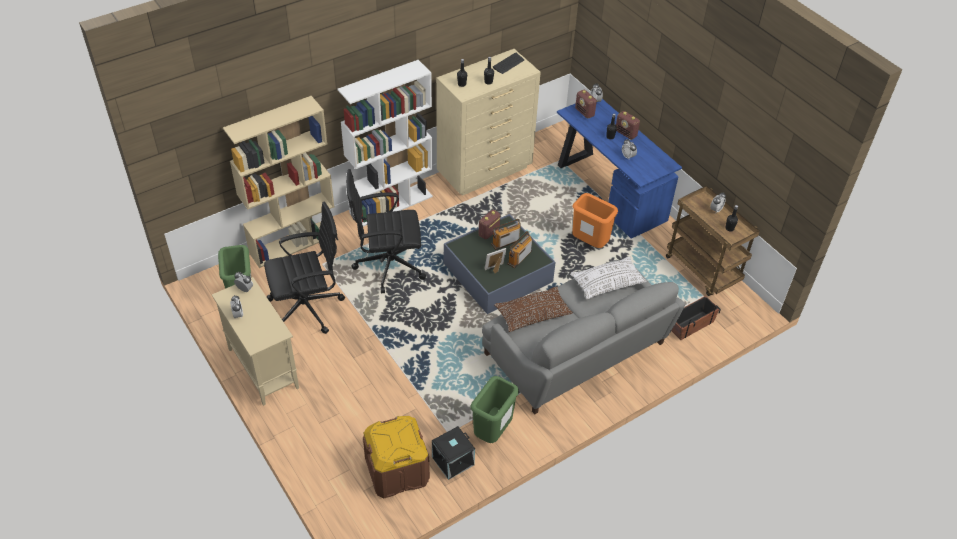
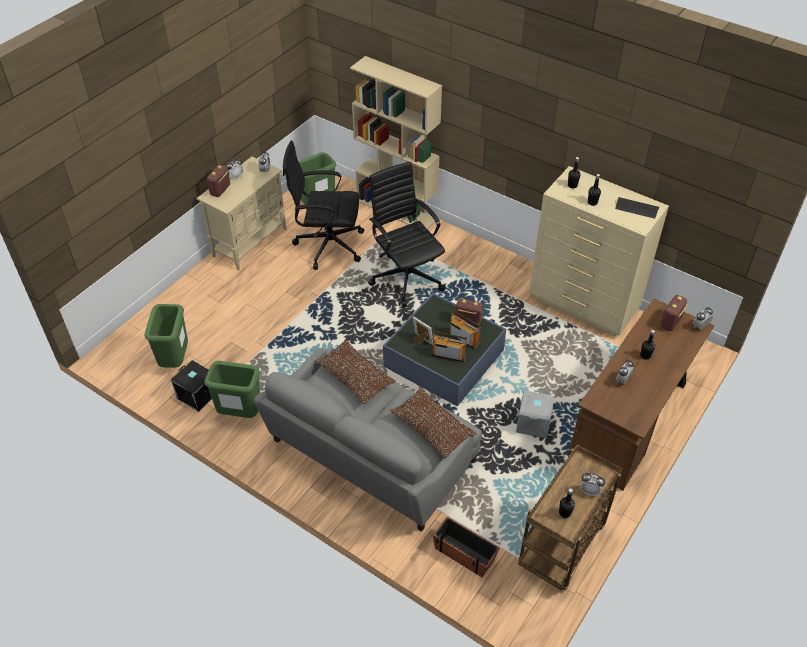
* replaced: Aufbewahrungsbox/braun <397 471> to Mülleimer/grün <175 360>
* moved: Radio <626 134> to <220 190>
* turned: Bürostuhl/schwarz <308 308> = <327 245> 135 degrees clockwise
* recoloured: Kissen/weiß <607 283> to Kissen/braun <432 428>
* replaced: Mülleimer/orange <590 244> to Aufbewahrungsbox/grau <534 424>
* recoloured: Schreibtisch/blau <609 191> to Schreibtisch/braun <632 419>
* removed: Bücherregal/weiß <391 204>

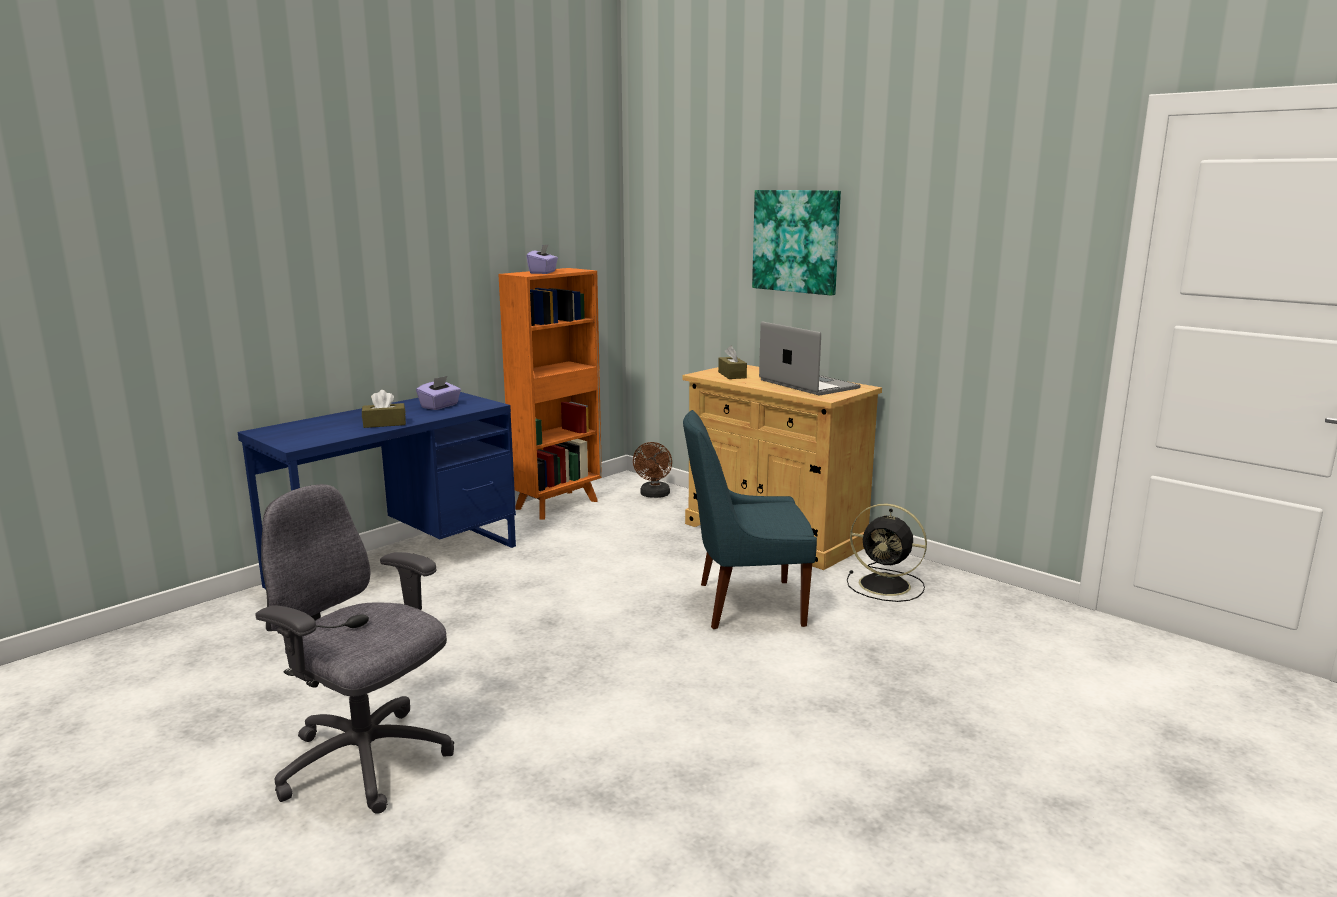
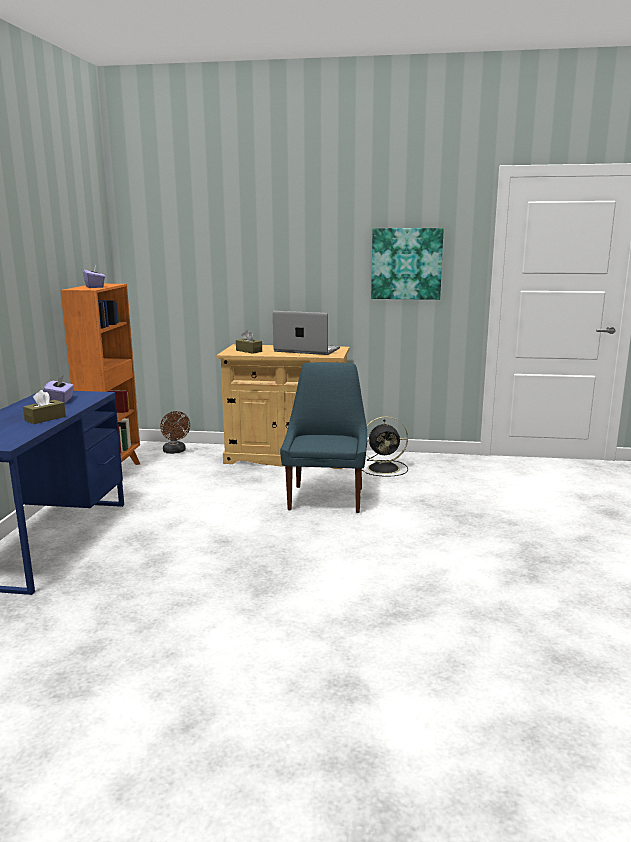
* turned: Stuhl/blau <745 604> = <326 497> 135 degrees clockwise
* moved: Bild <796 241> to <406 263>
* removed: Bürostuhl/grau <366 763>

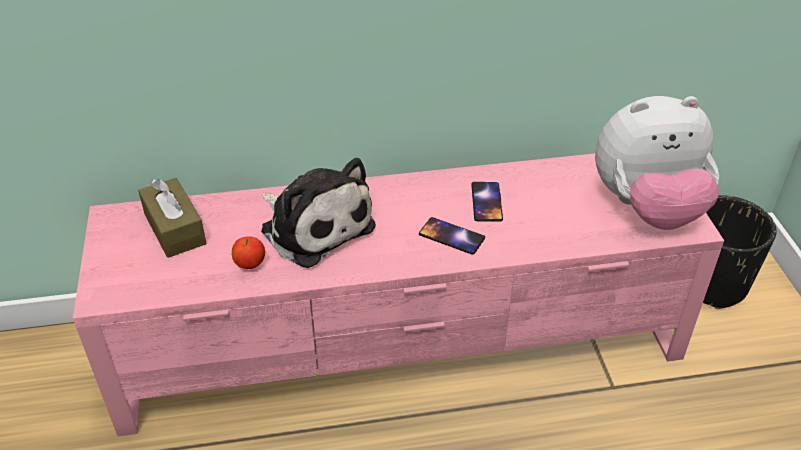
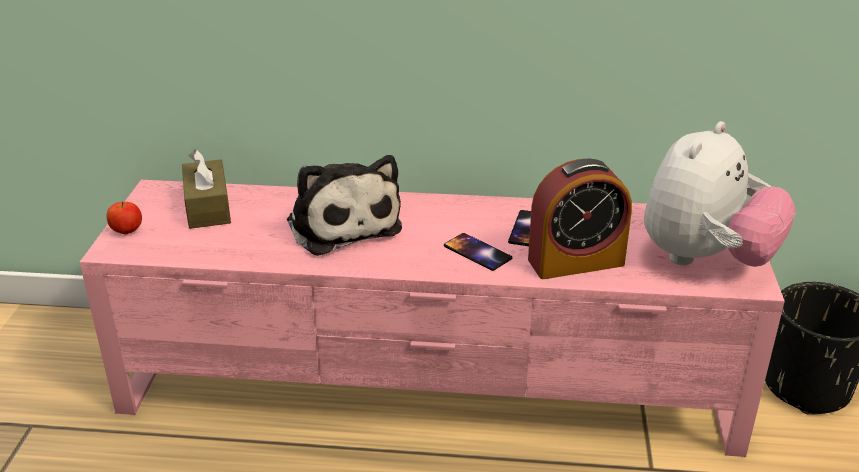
* moved: Apfel <250 264> to <127 231>
* added: Wecker <576 262>
* turned: Plüschtier <647 208> = <705 259> 60 degrees counterclockwise

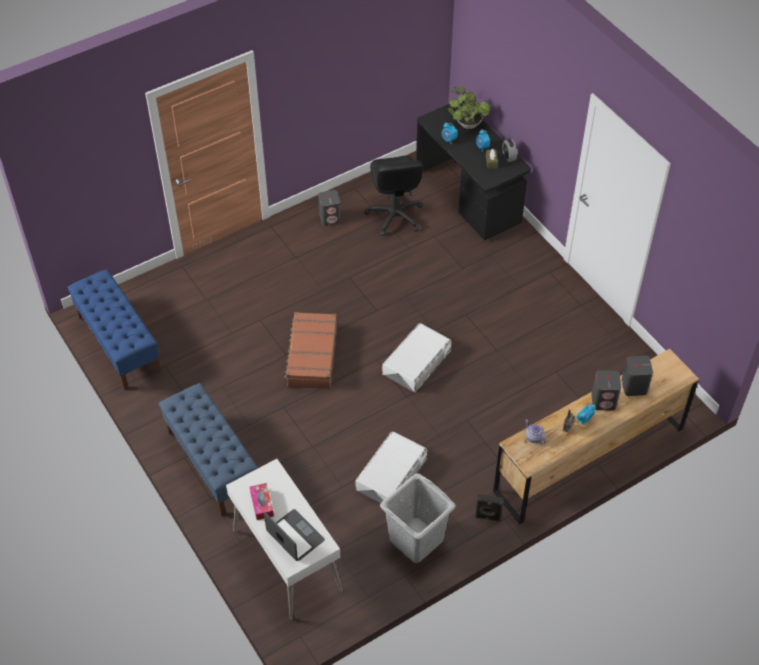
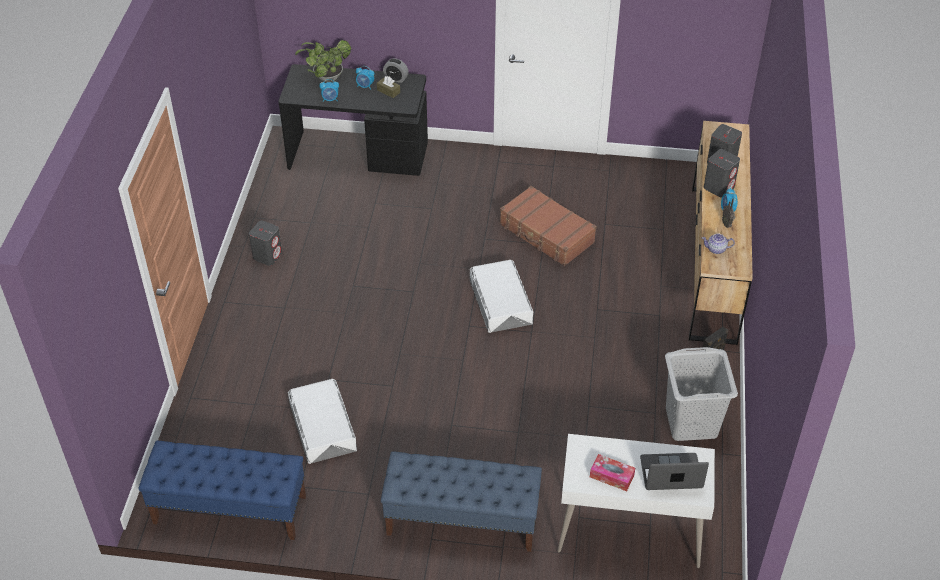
* moved: Aufbewahrungsbox/weiß <391 474> to <323 426>
* moved: Koffer/braun <311 356> to <546 234>
* removed: Bürostuhl/schwarz <394 216>

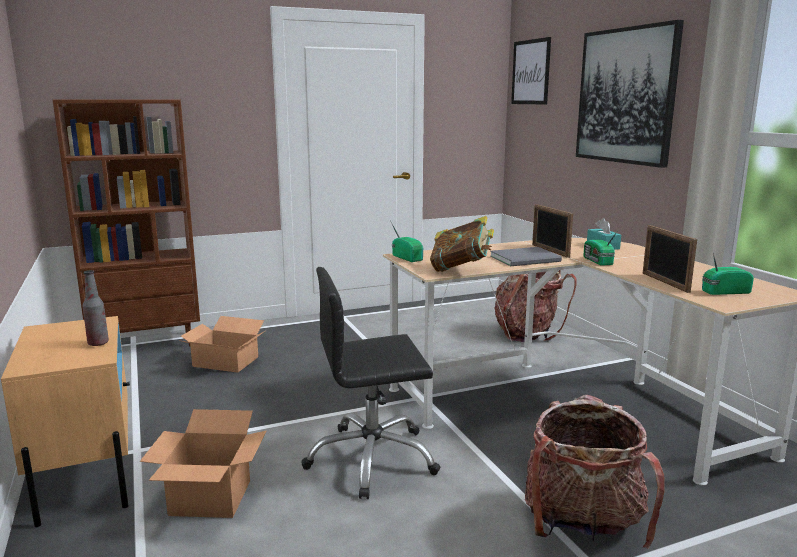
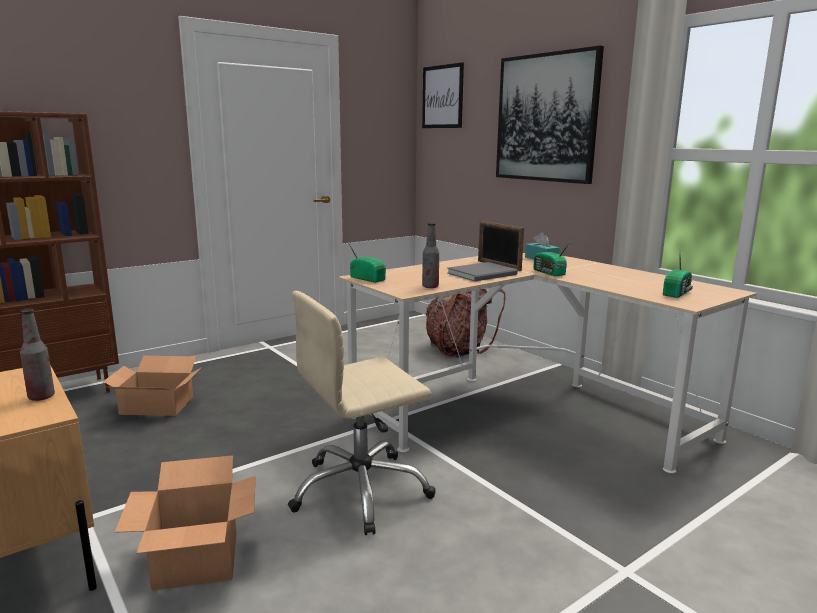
* recoloured: Bürostuhl/schwarz <372 459> to Bürostuhl/beige <361 491>
* replaced: Buch <461 269> to Flasche <430 287>
* turned: Radio <723 292> = <677 293> 150 degrees clockwise
* removed: Rucksack <582 525>
* removed: Bilderrahmen <664 282>

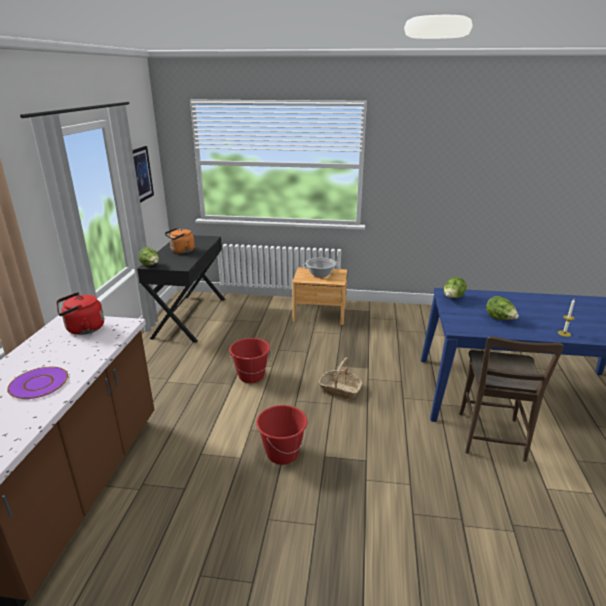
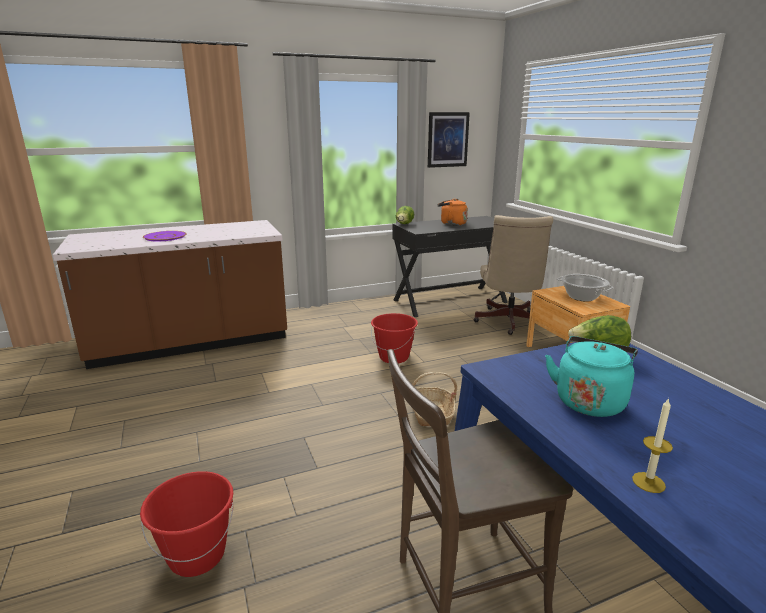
* moved: Eimer/rot <282 453> to <197 555>
* added: Bürostuhl/beige <509 323>
* replaced: Salatkopf <500 319> to Wasserkessel/türkis <589 401>
* removed: Wasserkessel/rot <83 329>

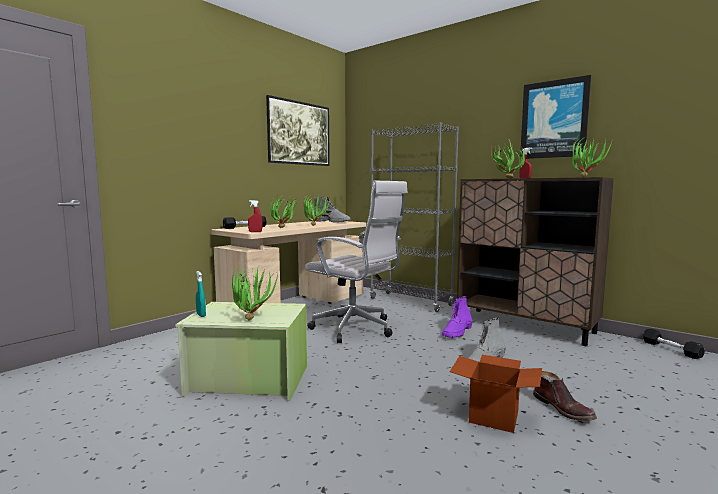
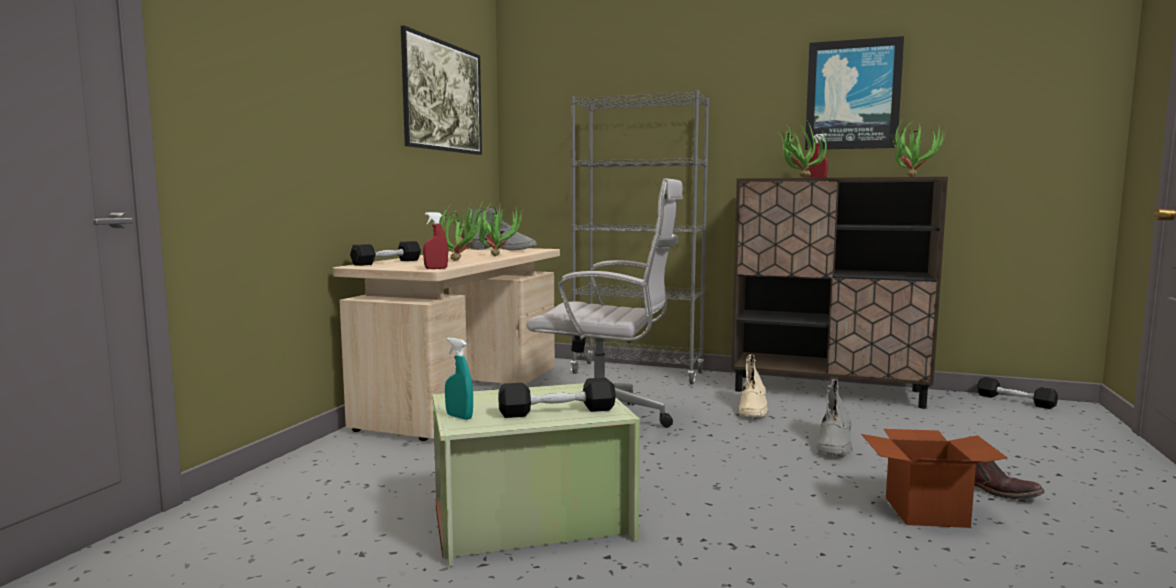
* replaced: Topfpflanze <252 318> to Hantel/schwarz <557 411>
* recoloured: Stiefel/lila <457 332> to Stiefel/beige <753 409>

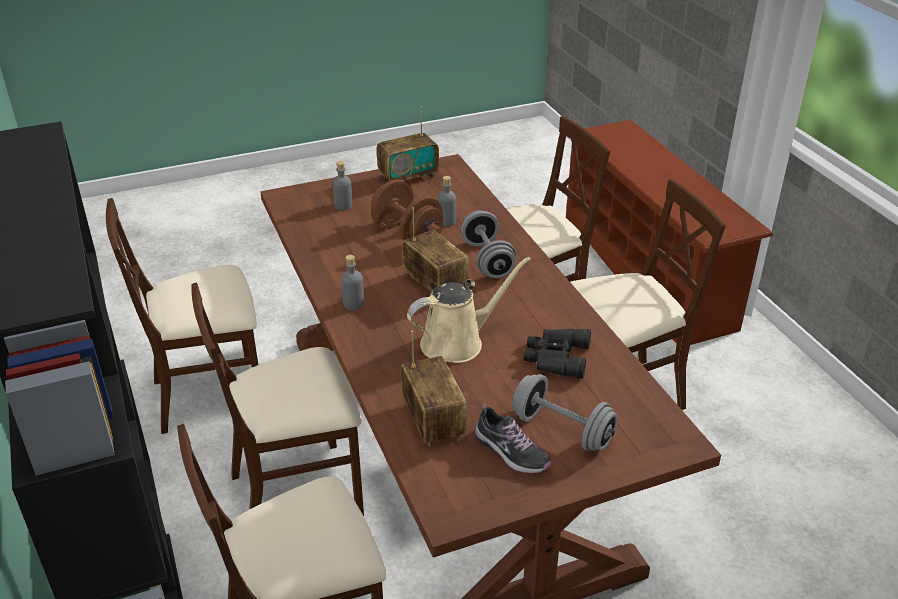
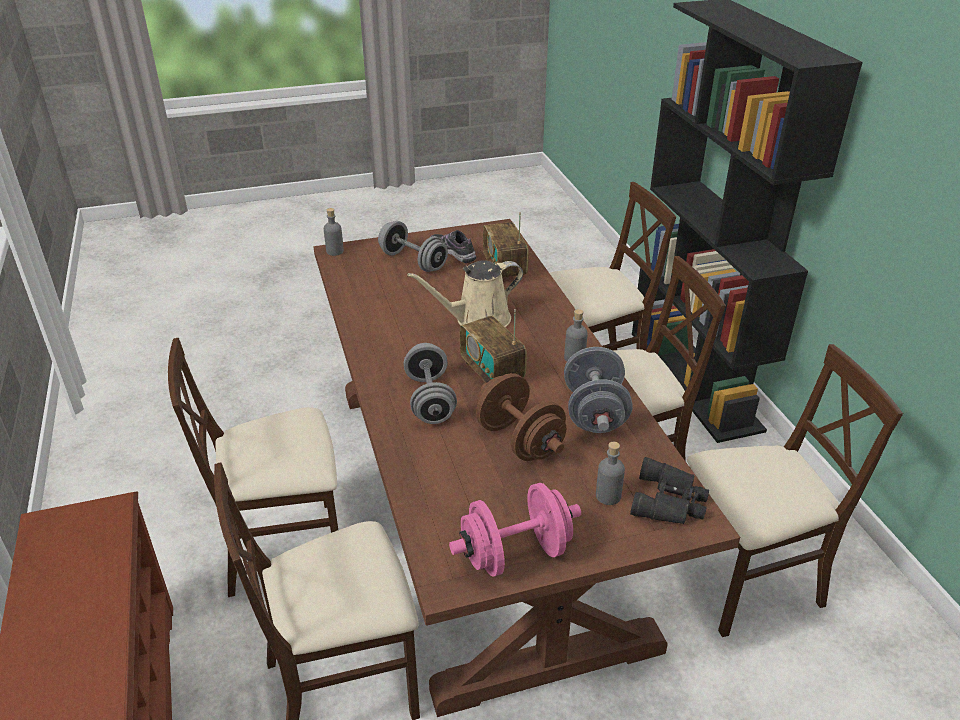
* moved: Flasche/grau <446 221> to <335 251>
* replaced: Radio <408 177> to Hantel/rosa <515 554>
* added: Hantel/grau <594 413>
* moved: Fernglas/schwarz <555 357> to <670 501>

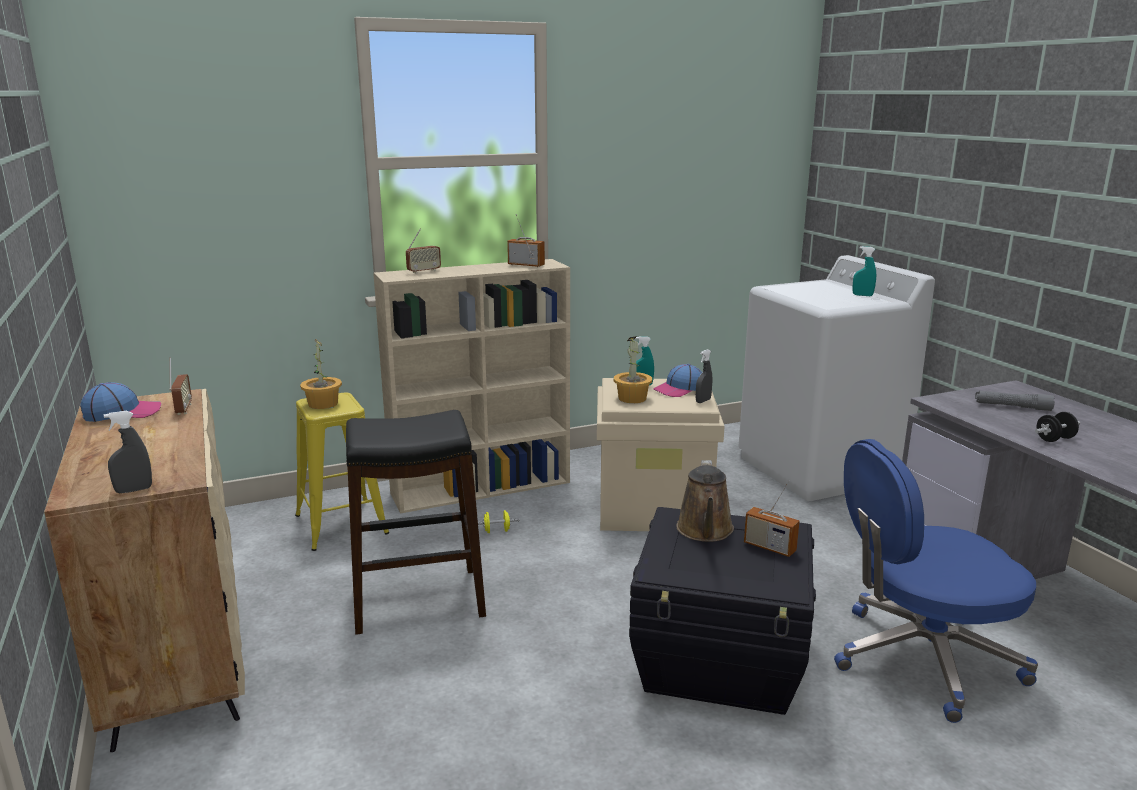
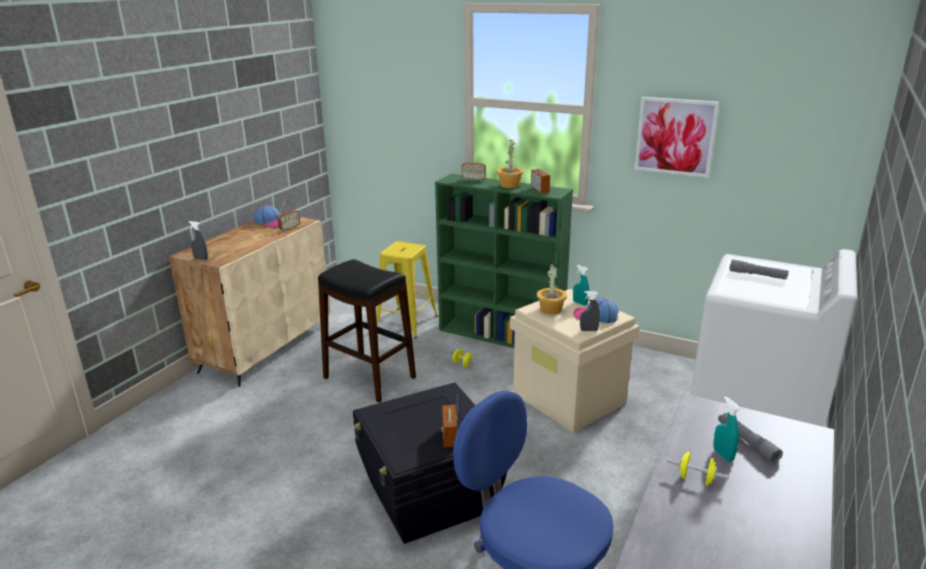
* recoloured: Bücherregal/beige <483 487> to Bücherregal/grün <501 336>
* moved: Topfpflanze <322 404> to <509 185>
* added: Bild <675 136>
* recoloured: Hantel/schwarz <1054 439> to Hantel/gelb <696 479>
* moved: Sprühflasche/türkis <862 295> to <723 455>
* added: Taschenlampe/grau <757 275>
* removed: Gießkanne/braun <705 531>

